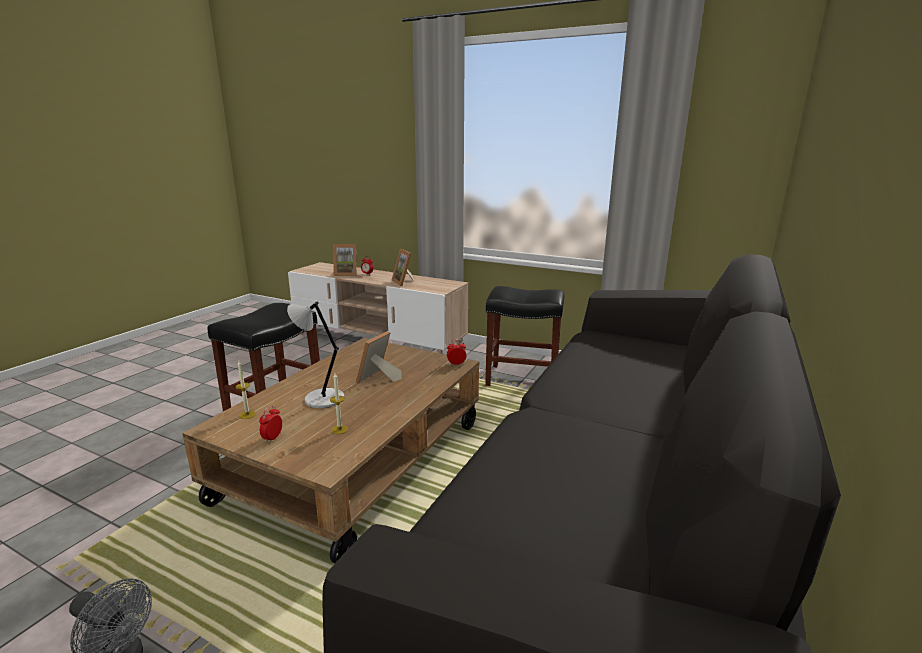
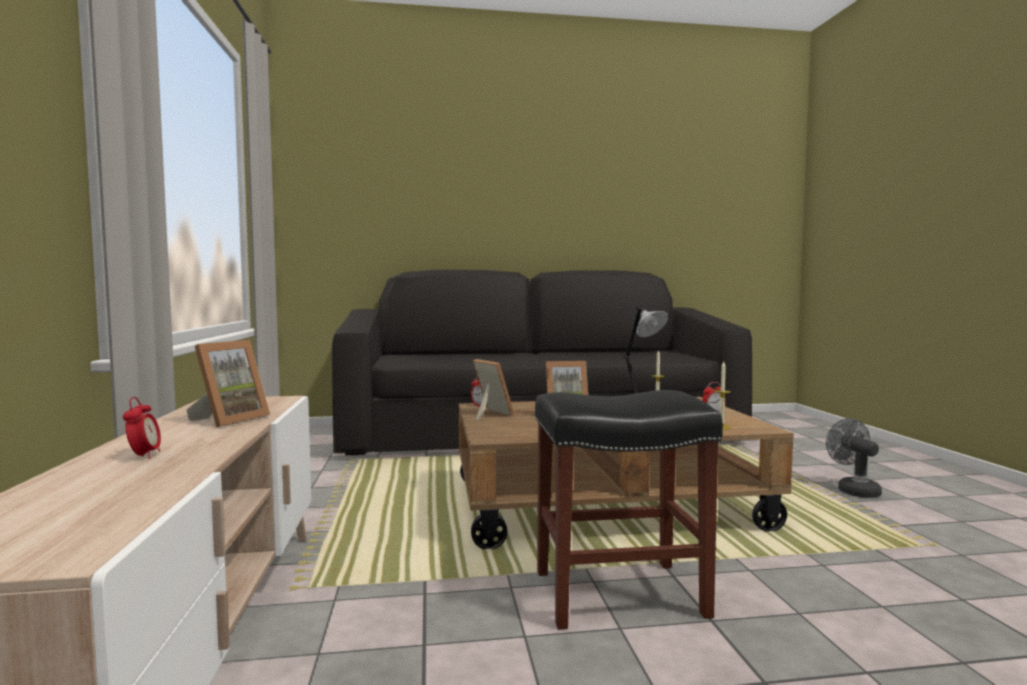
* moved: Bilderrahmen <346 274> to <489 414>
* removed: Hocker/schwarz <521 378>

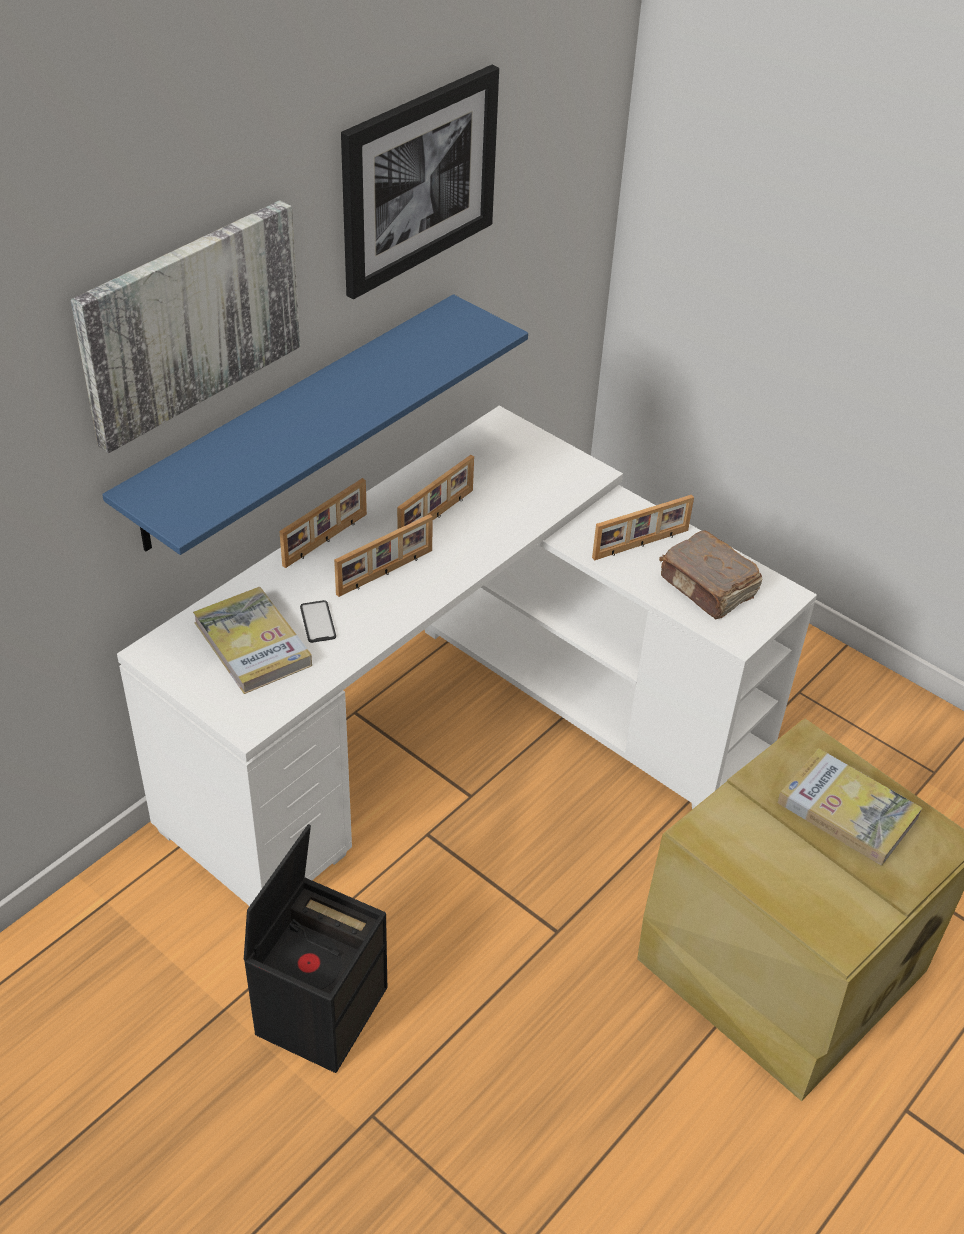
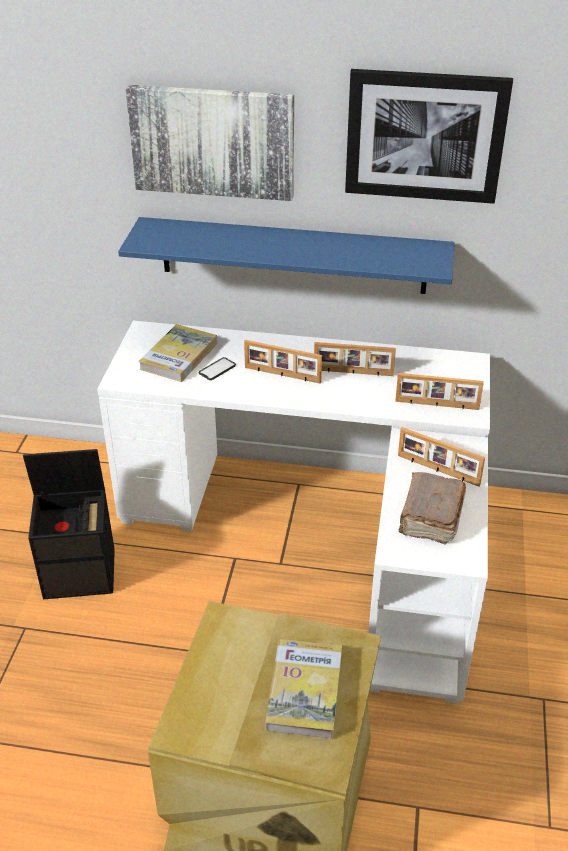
* moved: Bilderrahmen <326 540> to <436 405>

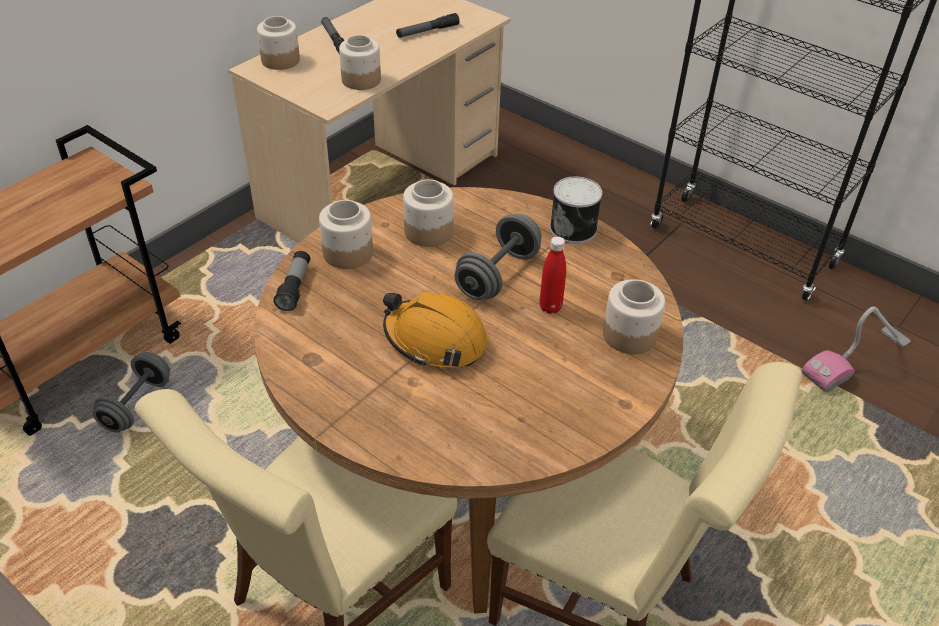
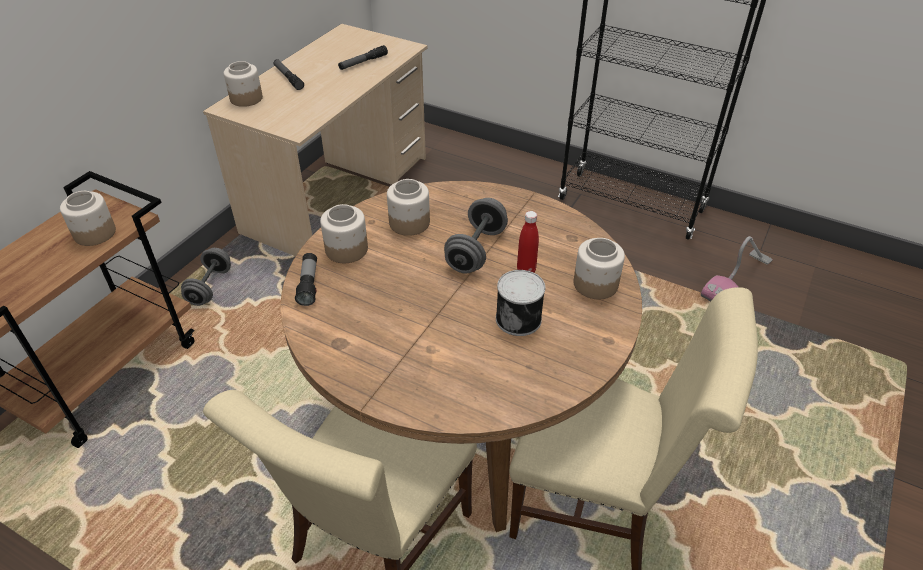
* moved: Vorratsglas <360 80> to <94 233>
* moved: Hantel/grau <137 405> to <210 287>
* moved: Dose <574 228> to <519 318>
* removed: Schutzhelm/orange <435 340>

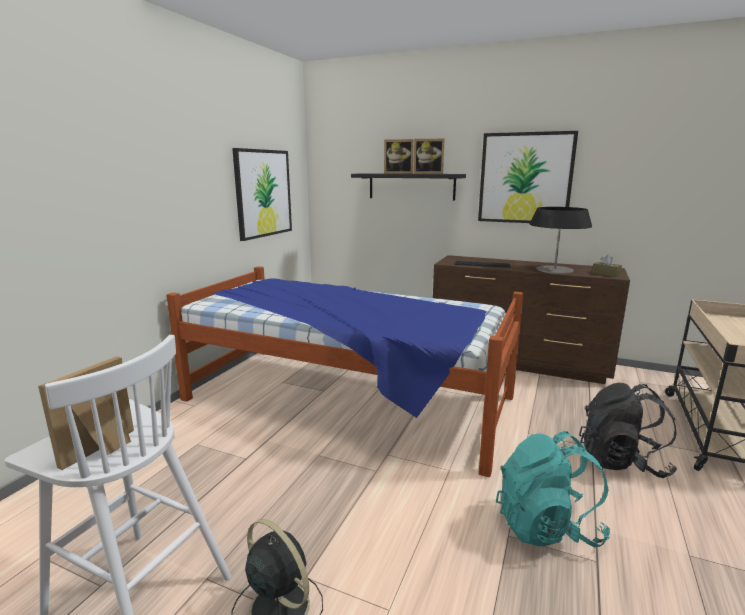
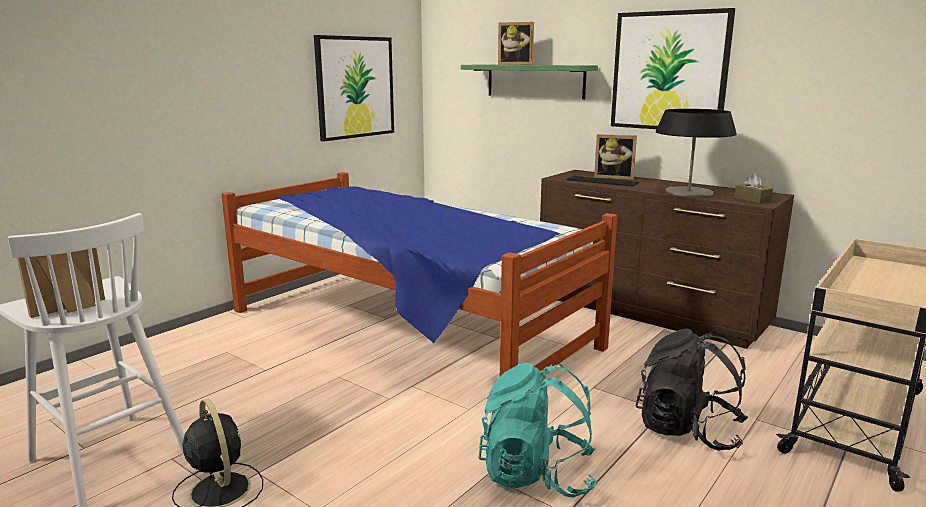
* recoloured: Wandregal/schwarz <411 186> to Wandregal/grün <535 81>
* moved: Bilderrahmen <428 173> to <614 177>

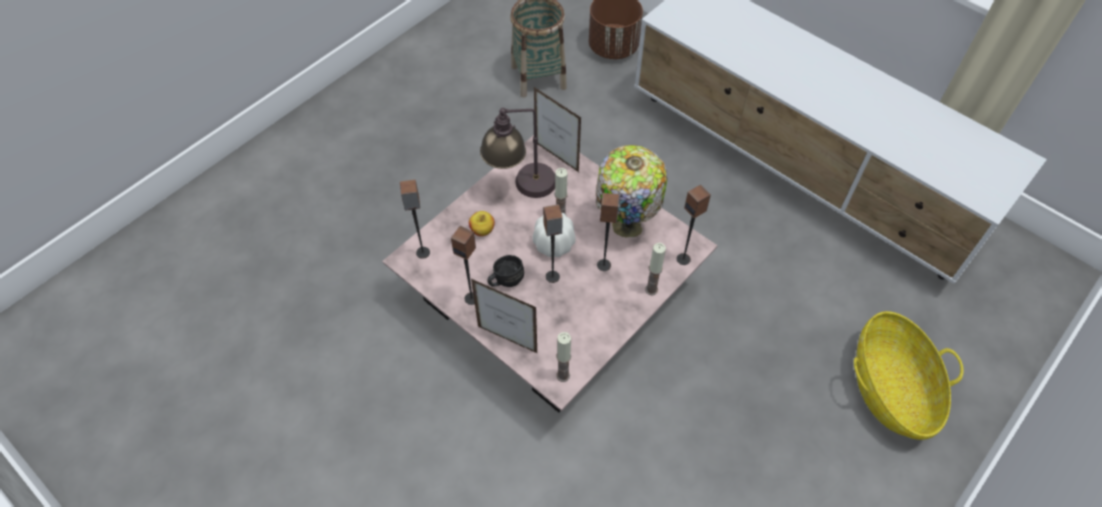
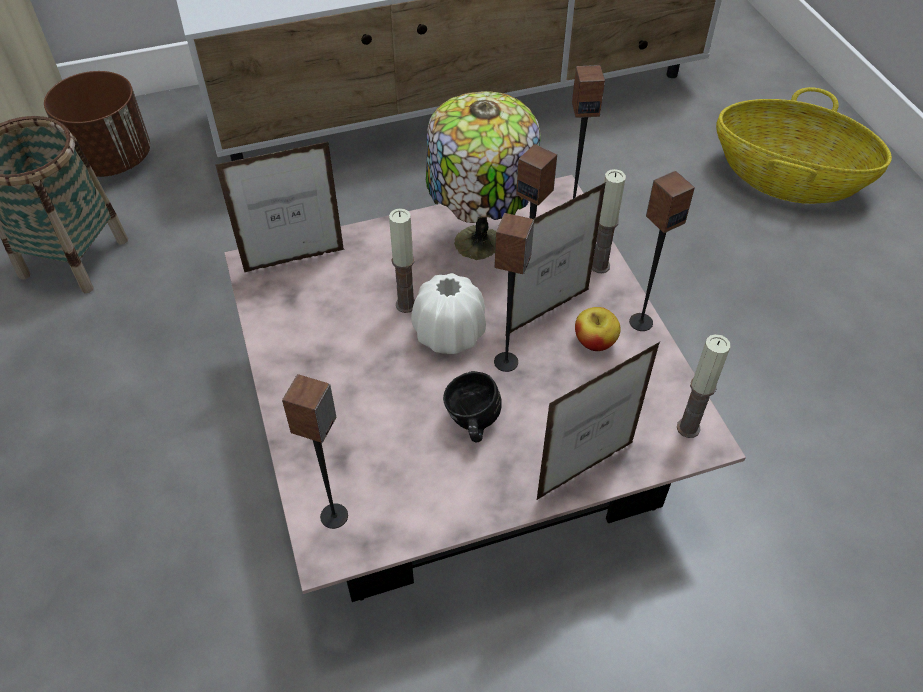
* added: Bilderrahmen <548 312>
* moved: Apfel <482 230> to <594 342>
* moved: Lautsprecher <472 298> to <640 322>
* removed: Tischlampe <521 187>

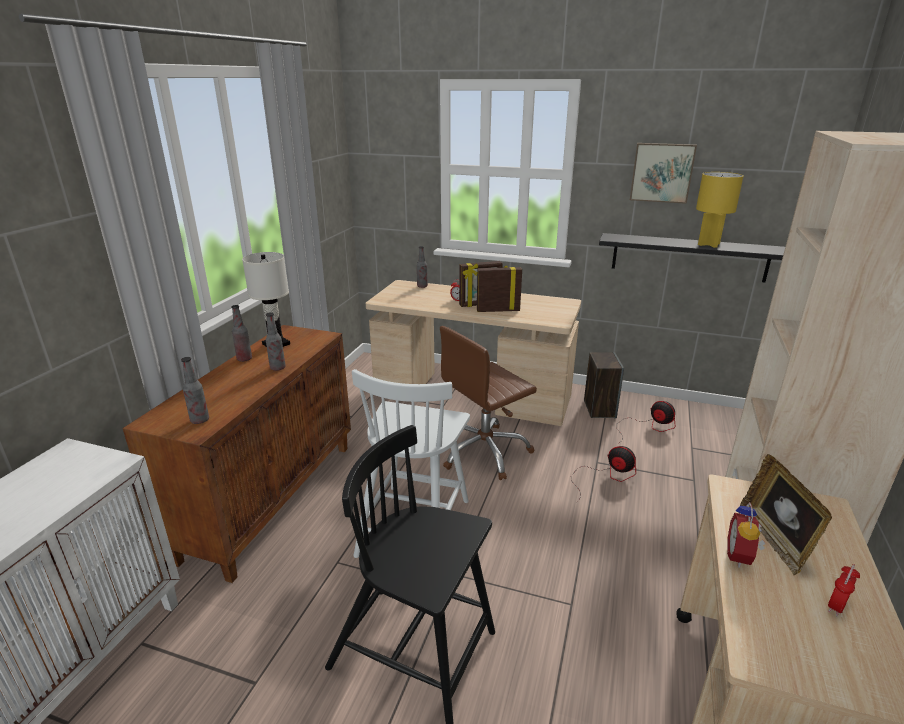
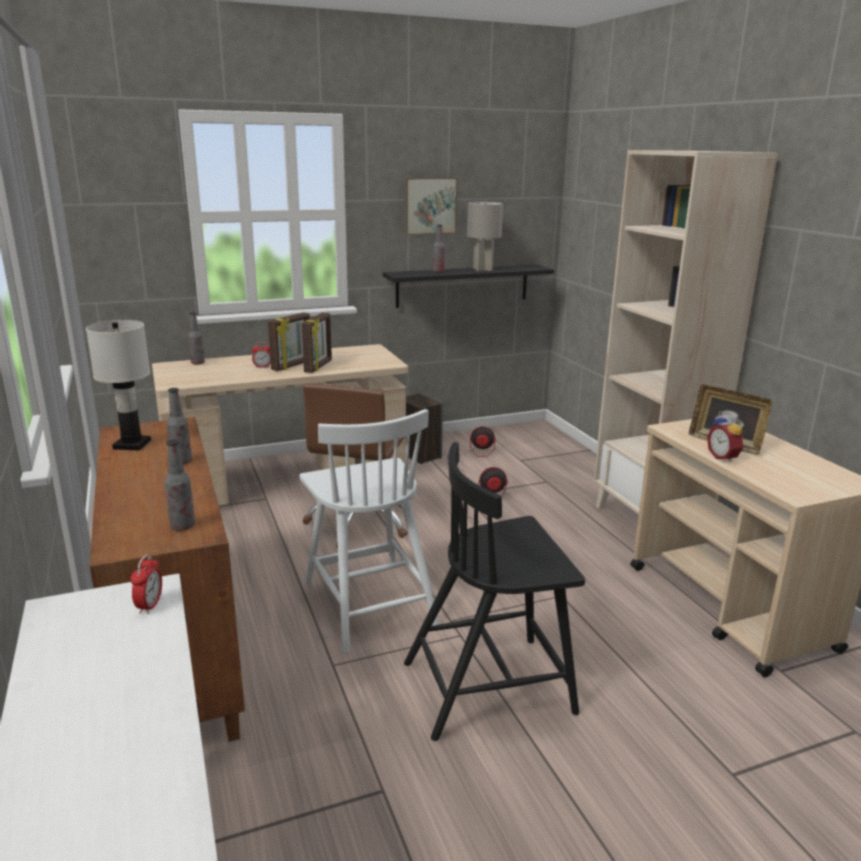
* moved: Wecker <836 606> to <150 605>
* turned: Bilderrahmen <498 310> = <319 366> 150 degrees clockwise
* moved: Flasche <244 359> to <438 272>
* recoloured: Tischlampe/gelb <708 244> to Tischlampe/grau <482 269>

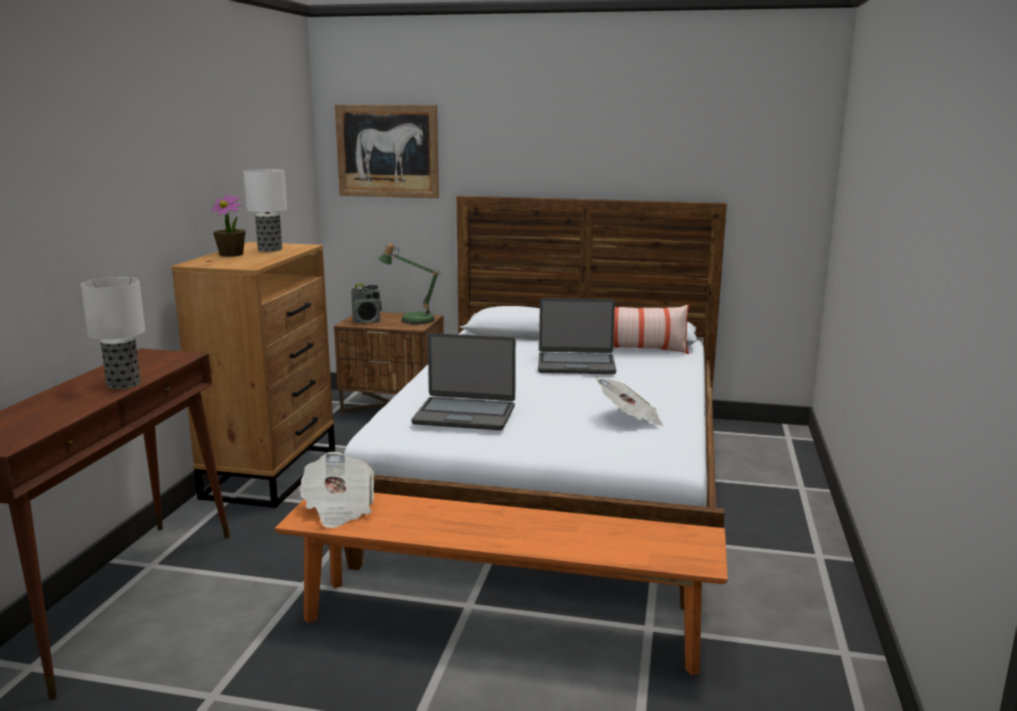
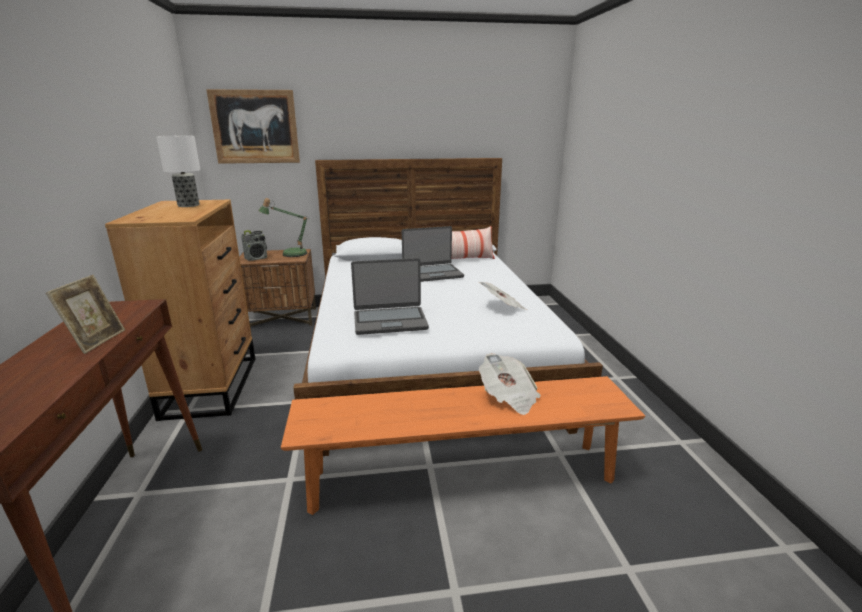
* replaced: Tischlampe <123 384> to Bilderrahmen <96 341>
* moved: Zeitung <338 509> to <508 397>
* removed: Topfpflanze <232 254>

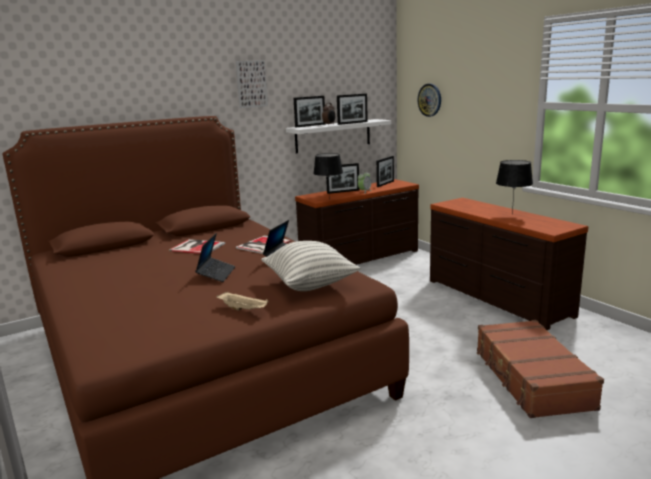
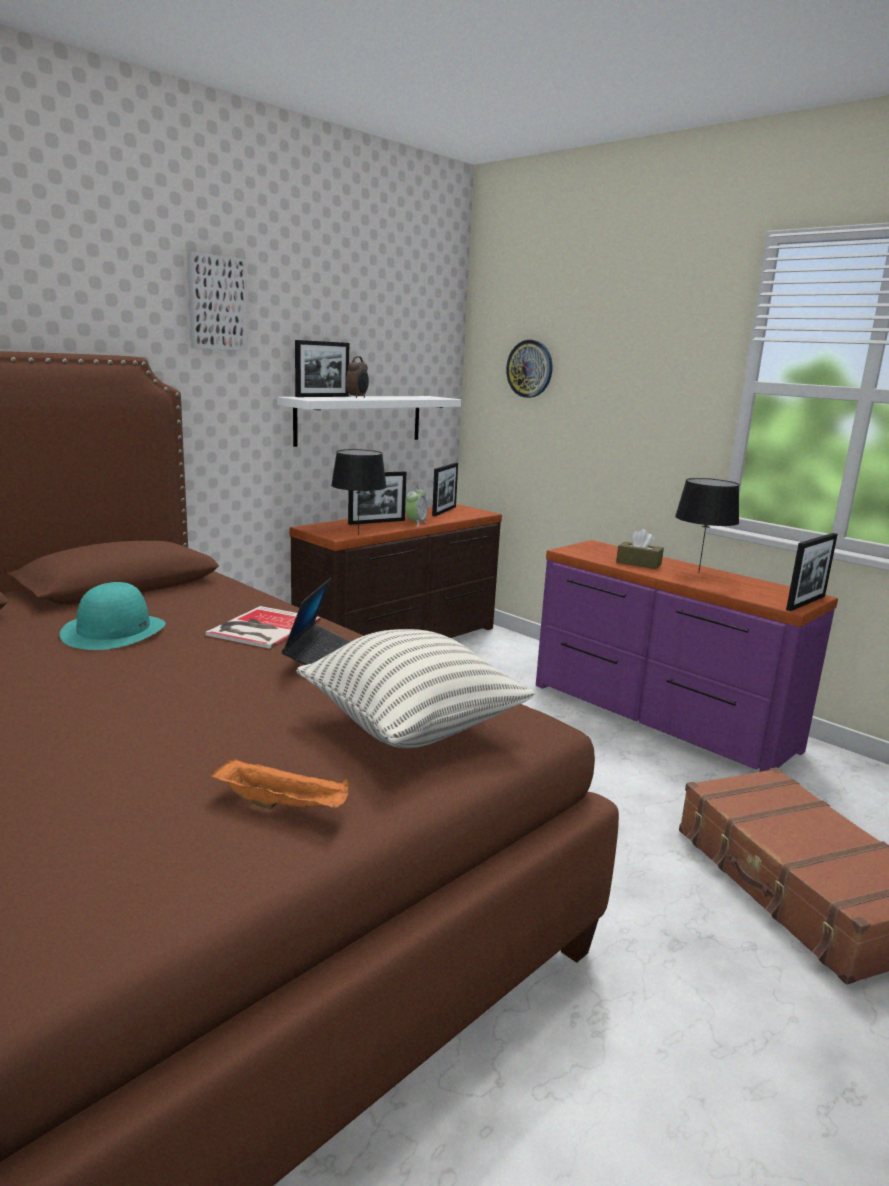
* replaced: Buch <197 246> to Hut/türkis <114 631>
* recoloured: Tablett/beige <244 309> to Tablett/orange <284 805>
* recoloured: Kommode/braun <495 298> to Kommode/lila <658 717>
* added: Taschentuchbox/braun <638 563>
* moved: Bilderrahmen <352 123> to <806 603>
* removed: Laptop <216 274>

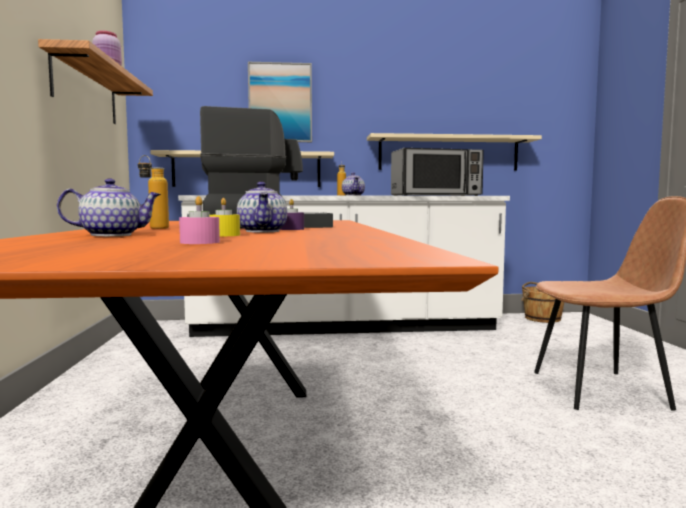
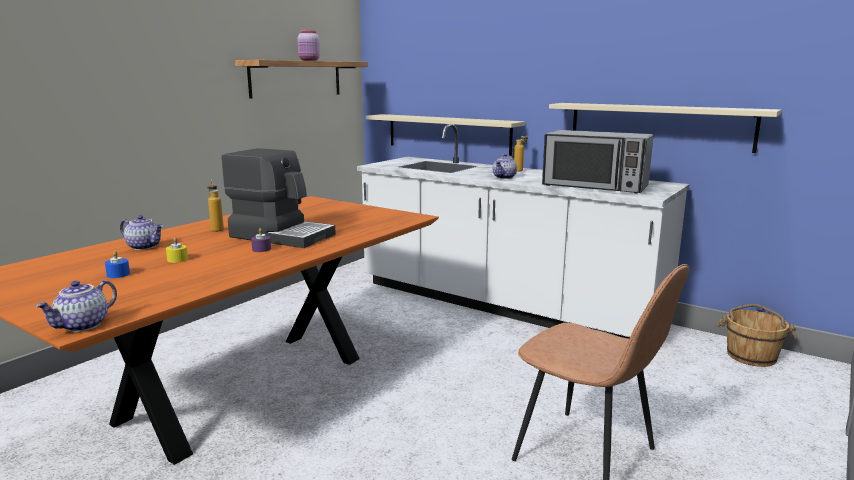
* moved: Teekanne <263 231> to <83 326>
* recoloured: Kerze/rosa <200 242> to Kerze/blau <118 274>
* removed: Bild <280 103>

